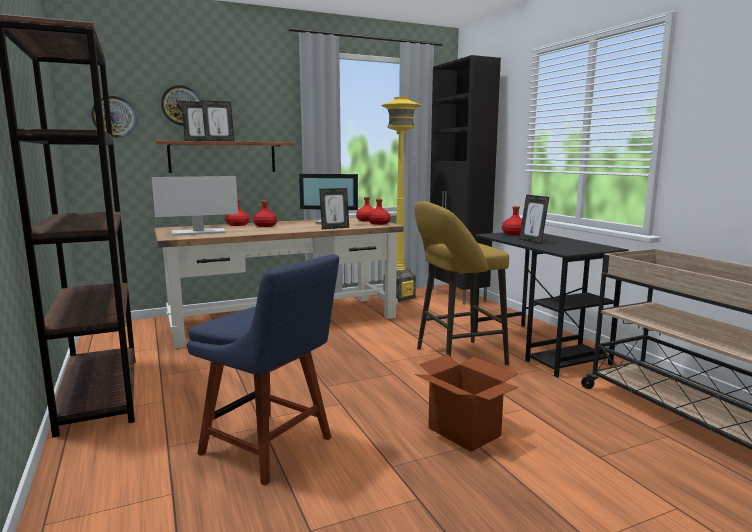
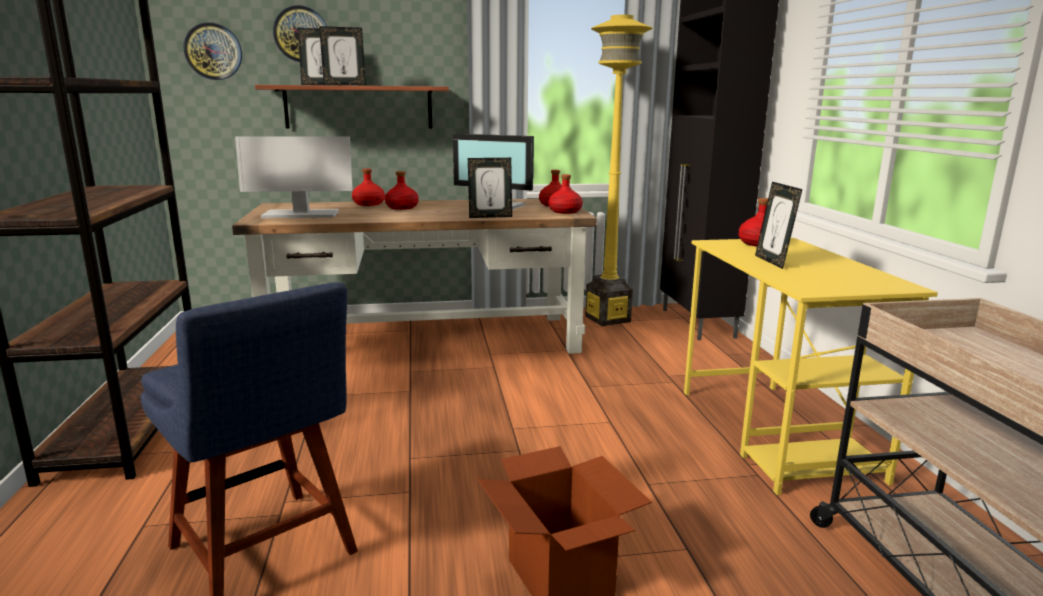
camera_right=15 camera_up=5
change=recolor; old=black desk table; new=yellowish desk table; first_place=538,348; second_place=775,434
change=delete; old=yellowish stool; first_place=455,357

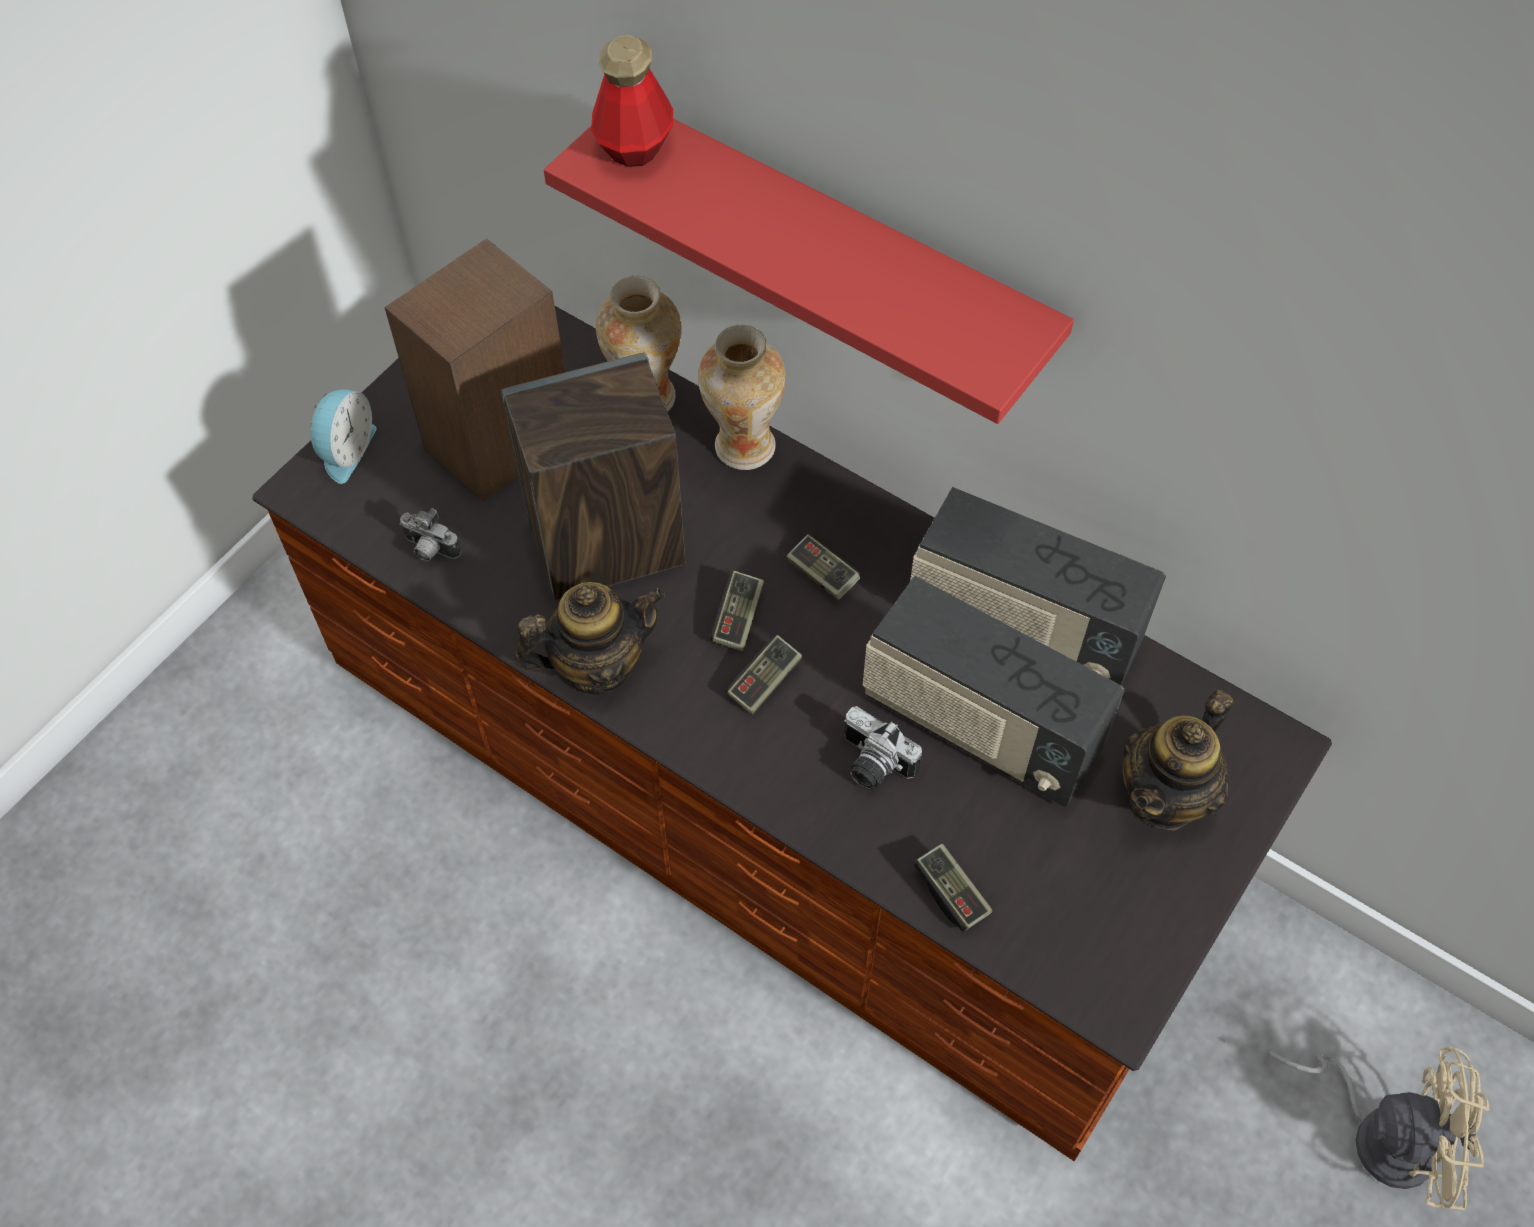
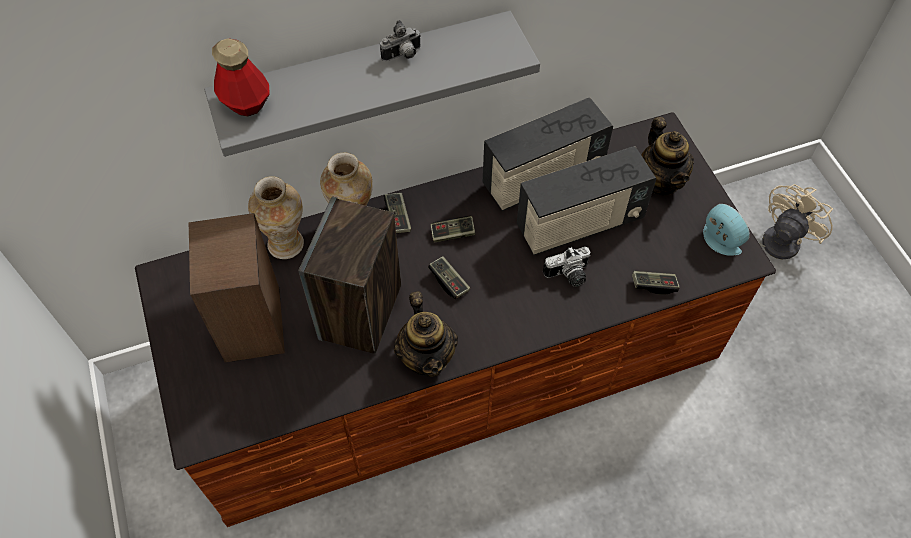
camera_right=-55 camera_up=0
change=recolor; old=red bracket shelf; new=grey bracket shelf; first_place=836,253; second_place=365,78
change=move; old=photo camera; first_place=429,550; second_place=403,55
change=move; old=gamepad; first_place=764,682; second_place=397,217
change=rotate; old=pot for tea; first_place=596,665; second_place=427,357; degrees=150
change=move; old=table clock; first_place=345,450; second_place=718,241

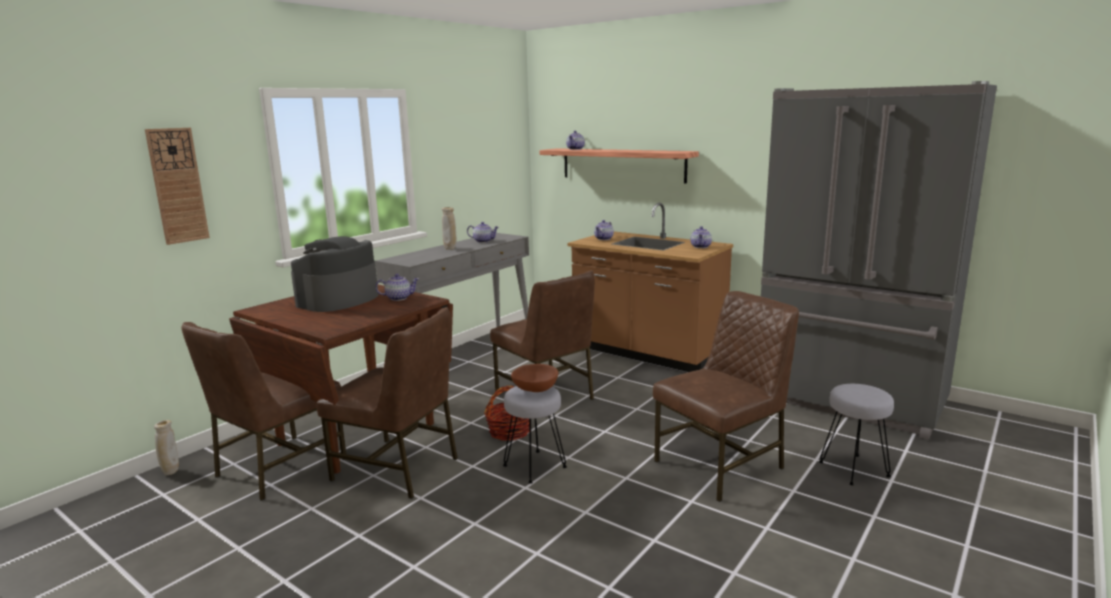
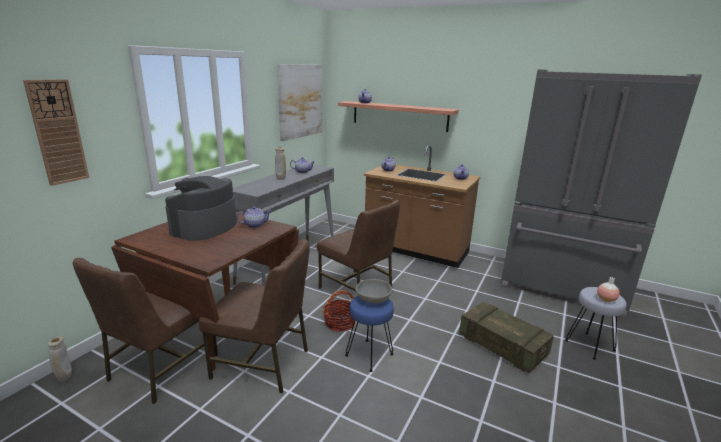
camera_right=-10 camera_up=5
change=insert; new=picture; second_place=300,101
change=recolor; old=grey stool; new=blue stool; first_place=535,467; second_place=369,355
change=recolor; old=brownish serving bowl; new=grey serving bowl; first_place=534,389; second_place=372,300
change=replace; old=brownish upright chair; new=packing crate; first_place=722,465; second_place=502,346
change=insert; new=flower vase; second_place=606,299

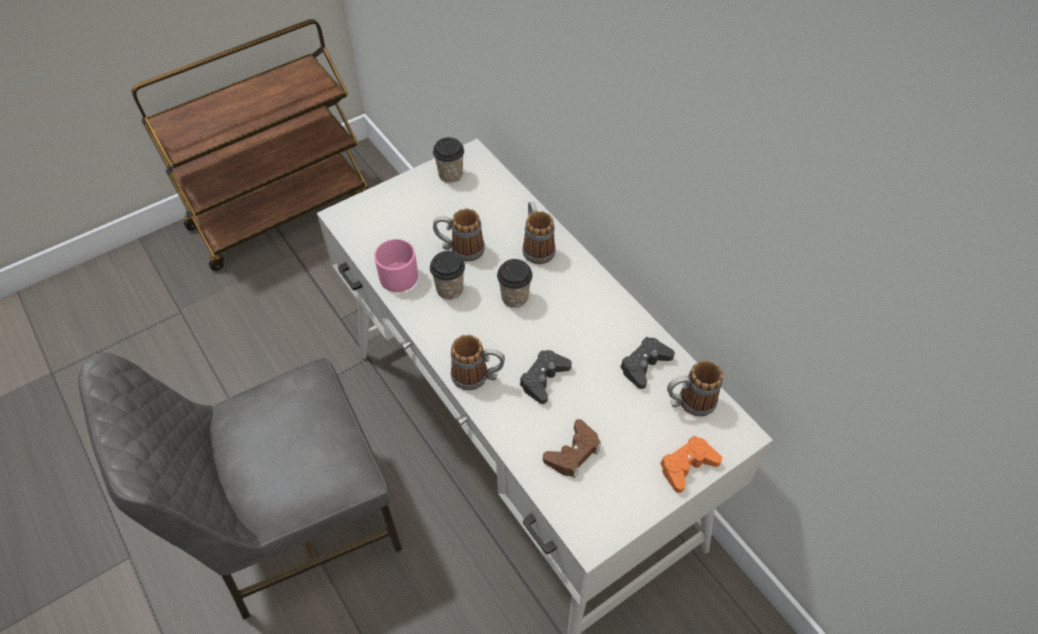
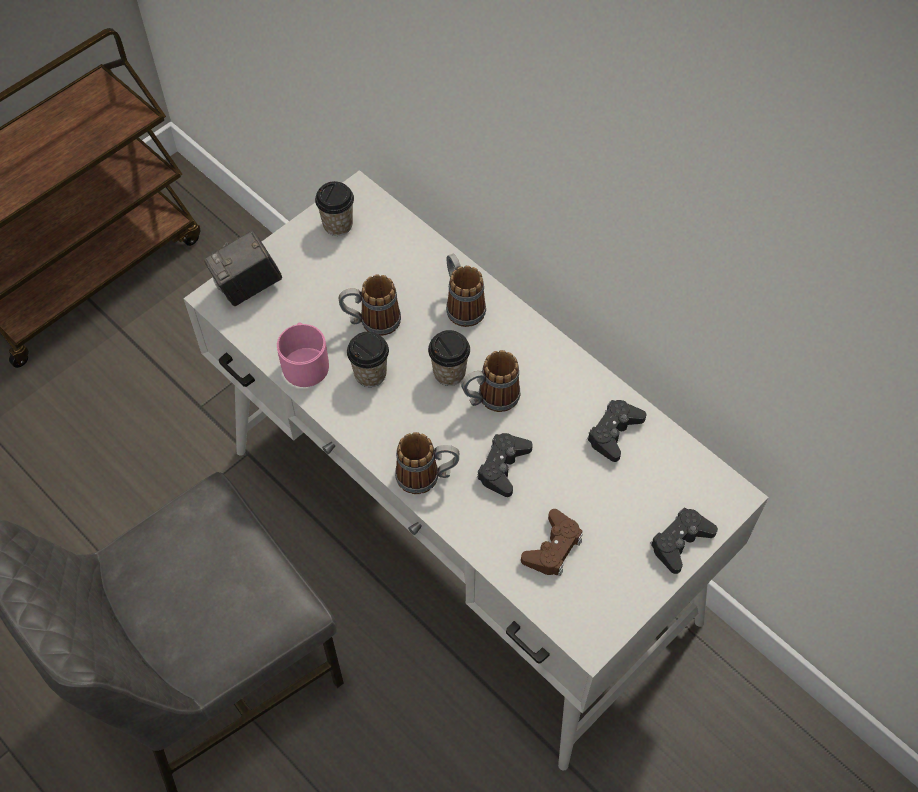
camera_right=-10 camera_up=5
change=insert; new=photo camera; second_place=248,287
change=move; old=coffee mug; first_place=689,403; second_place=490,399
change=recolor; old=orangey gamepad; new=black gamepad; first_place=687,466; second_place=680,542

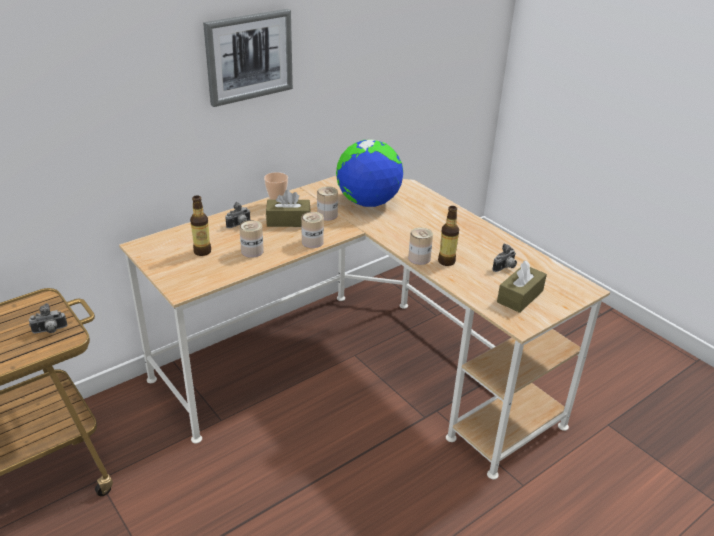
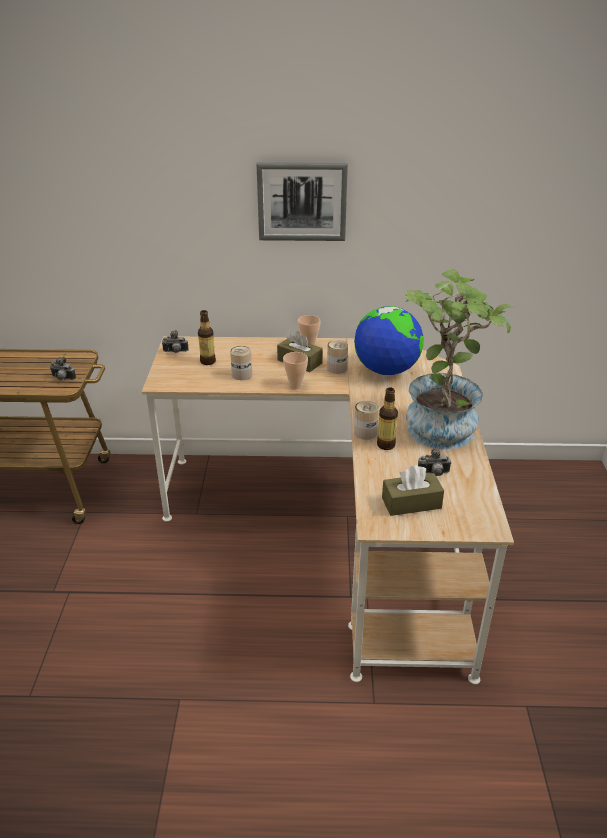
camera_right=40 camera_up=0
change=move; old=photo camera; first_place=240,225; second_place=175,352
change=replace; old=can; new=cup; first_place=312,242; second_place=295,385
change=insert; new=plant in a pot; second_place=442,423

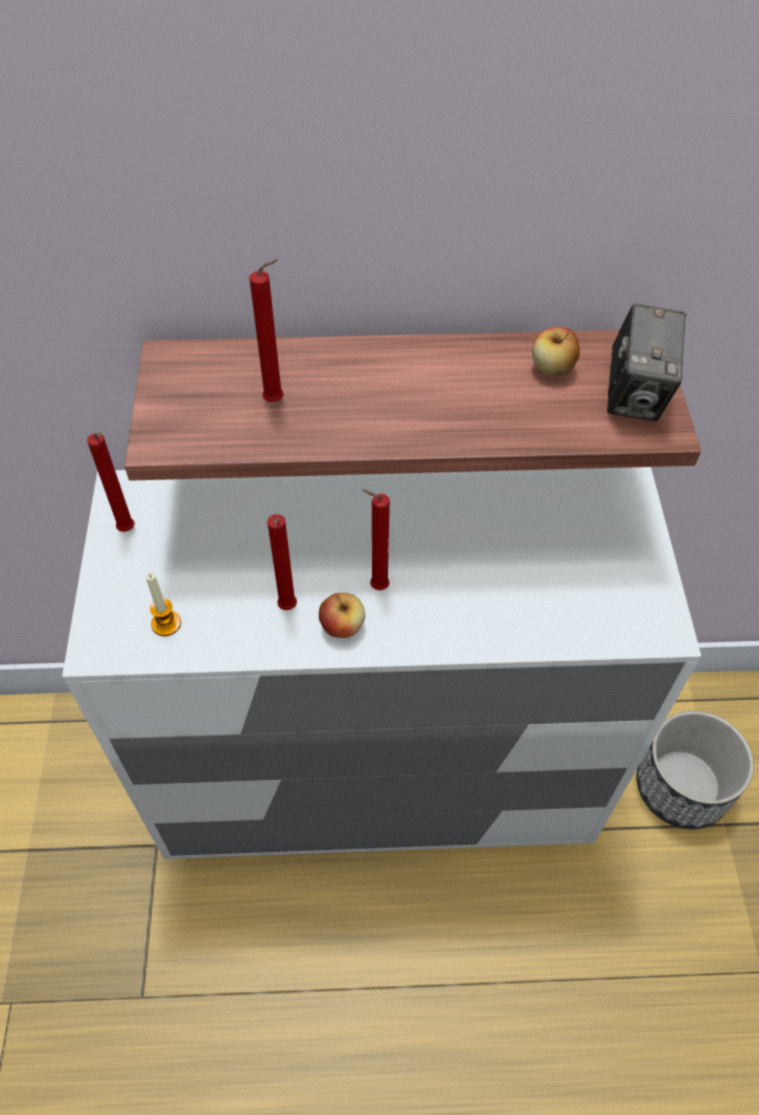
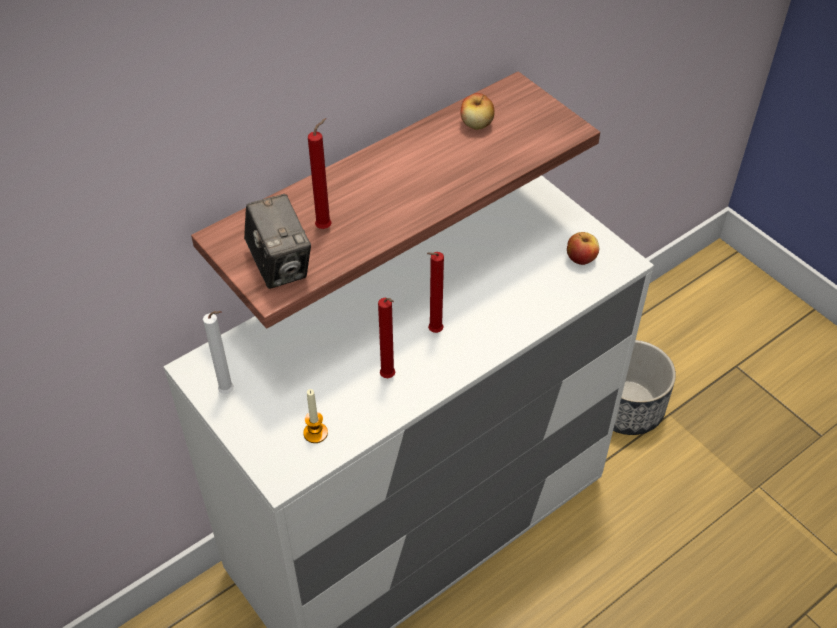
camera_right=-35 camera_up=-5
change=recolor; old=red candle; new=white candle; first_place=128,531; second_place=229,392
change=move; old=photo camera; first_place=635,396; second_place=280,266
change=move; old=whole apple; first_place=342,626; second_place=580,258

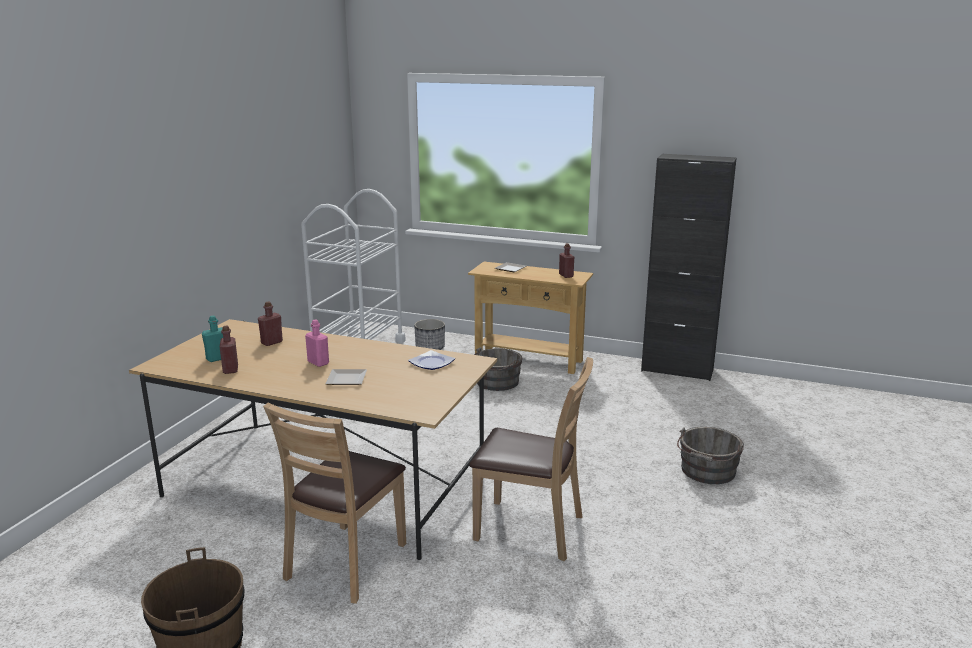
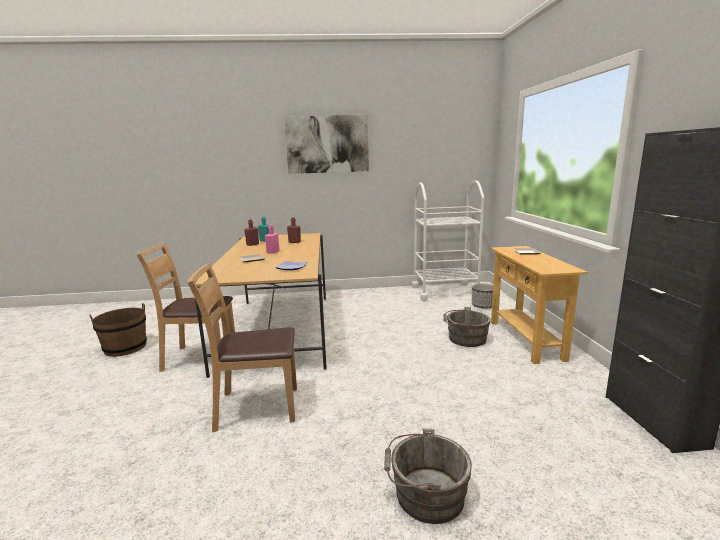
camera_right=65 camera_up=-5
change=rotate; old=brownish upright chair; first_place=530,529; second_place=256,407; degrees=90
change=insert; new=picture; second_place=327,144
change=delete; old=red bottle; first_place=566,275

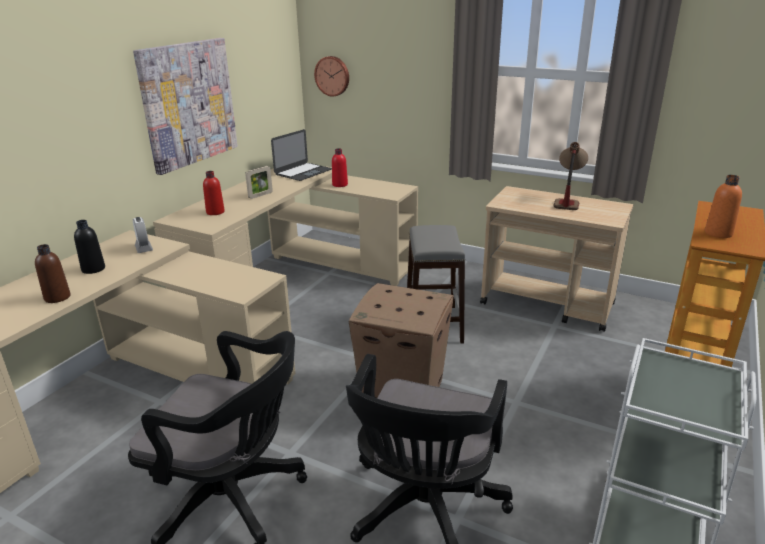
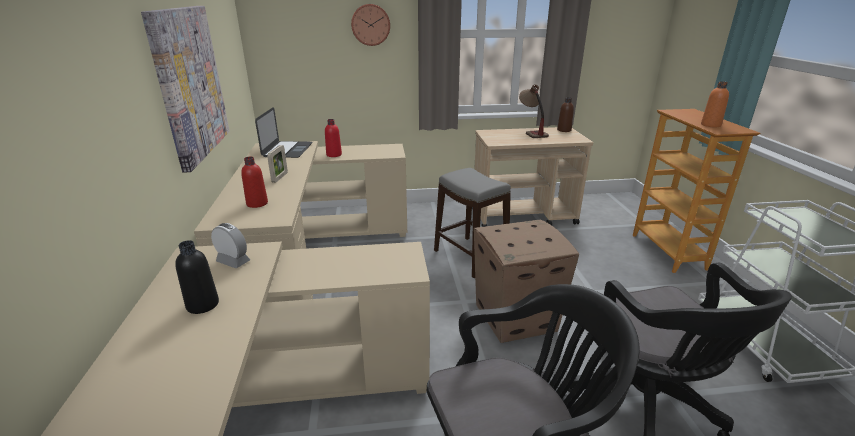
camera_right=-35 camera_up=0
change=move; old=clock on the wall; first_place=332,76; second_place=370,25
change=move; old=brownish bottle; first_place=57,297; second_place=564,130

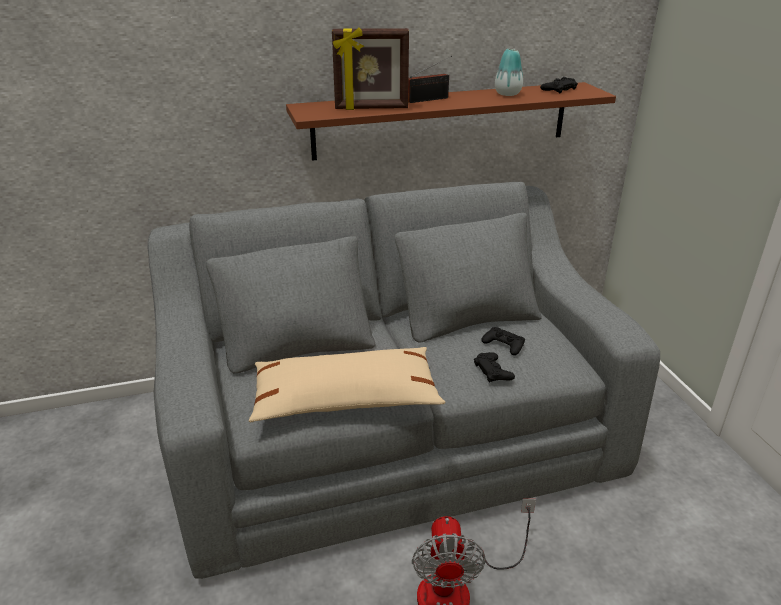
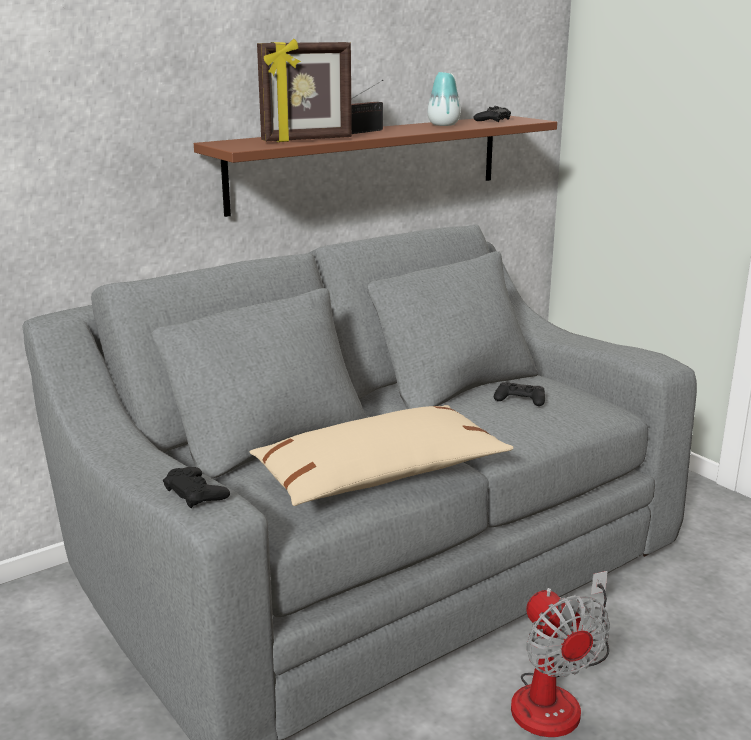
camera_right=-20 camera_up=-10
change=move; old=black gamepad; first_place=493,371; second_place=196,493

